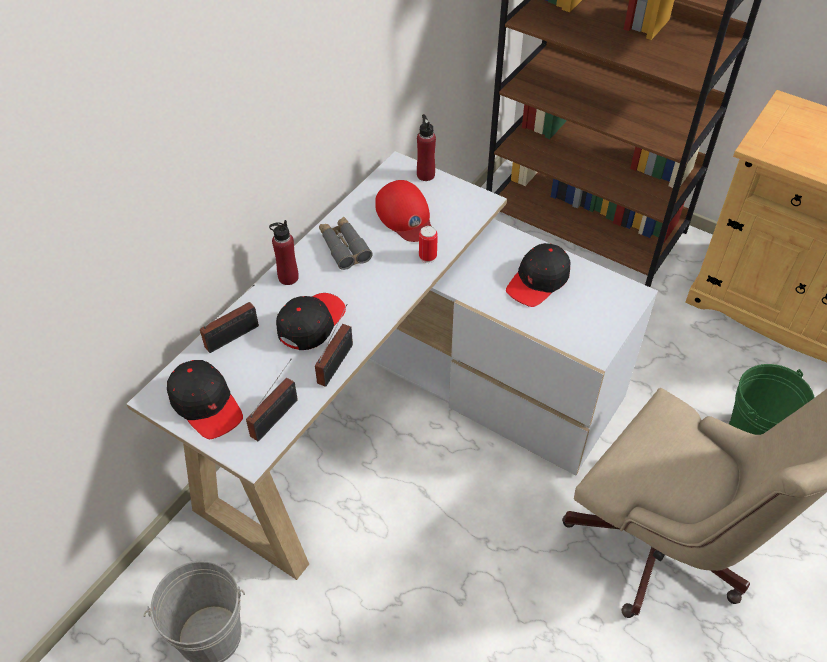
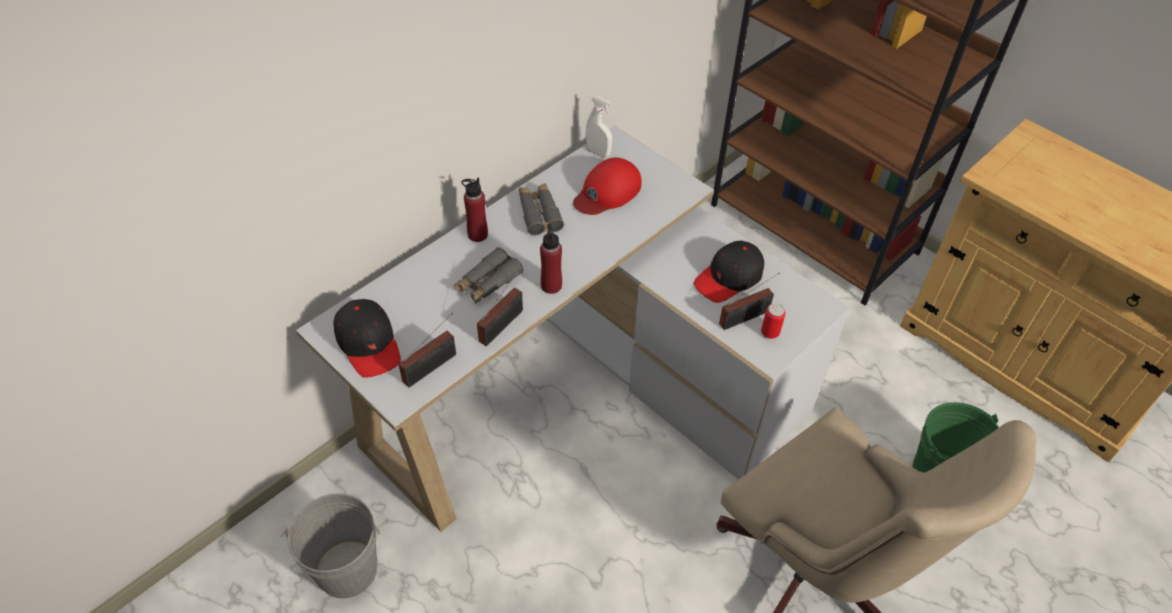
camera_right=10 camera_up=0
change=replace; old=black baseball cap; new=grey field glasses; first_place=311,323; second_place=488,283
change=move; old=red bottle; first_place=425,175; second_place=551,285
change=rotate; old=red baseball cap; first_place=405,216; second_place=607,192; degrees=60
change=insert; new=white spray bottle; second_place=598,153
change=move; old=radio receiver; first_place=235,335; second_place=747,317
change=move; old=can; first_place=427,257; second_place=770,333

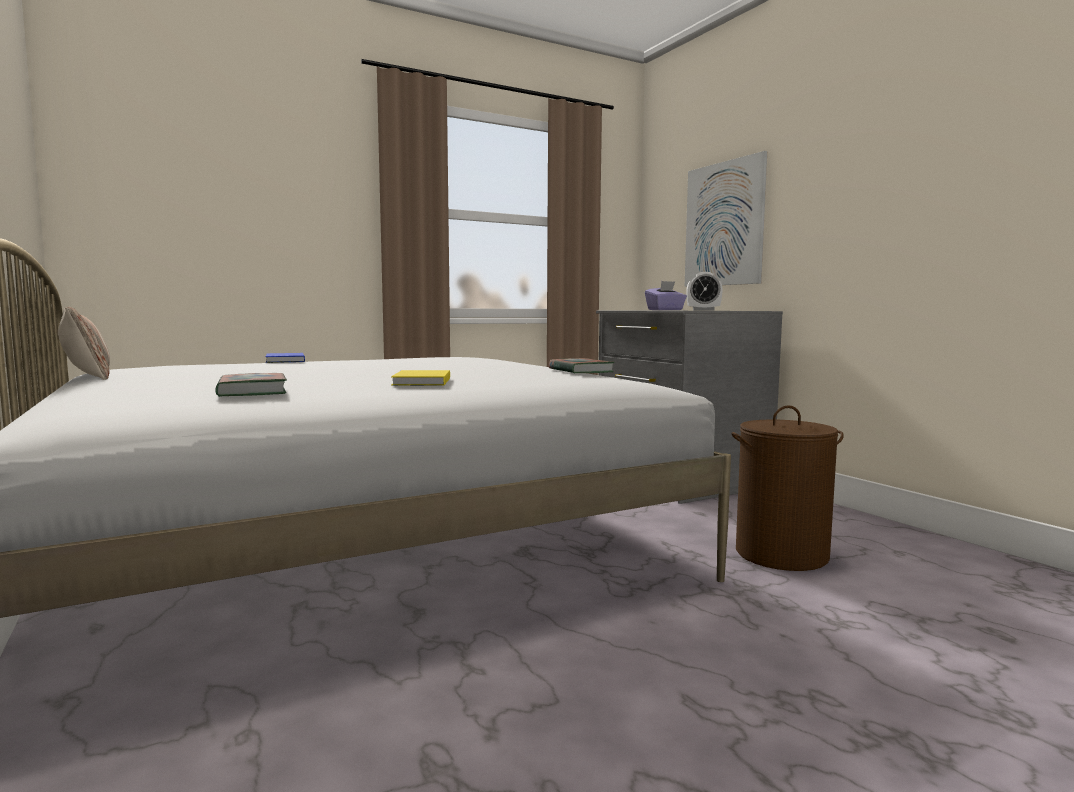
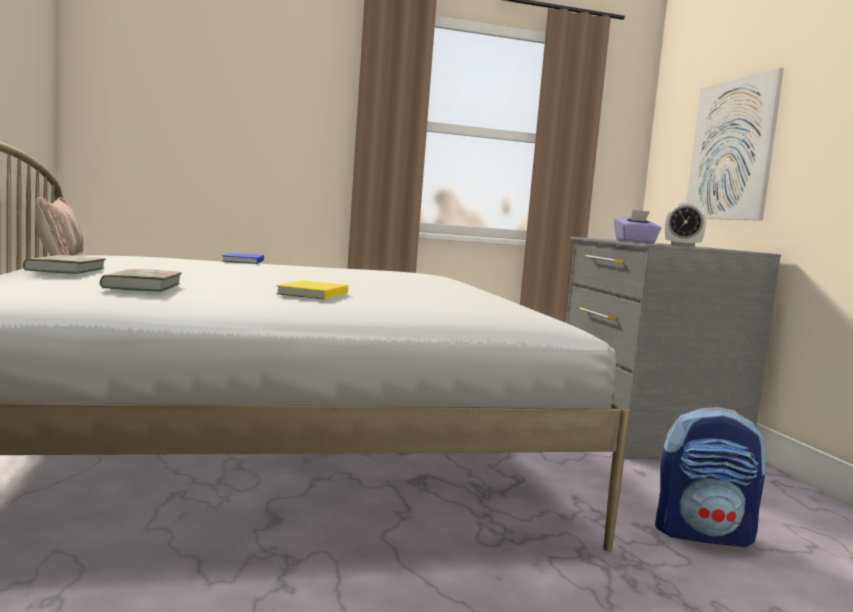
camera_right=15 camera_up=0
change=move; old=bound book; first_place=580,371; second_place=66,270
change=replace; old=brownish washing basket; new=knapsack; first_place=782,554; second_place=703,534

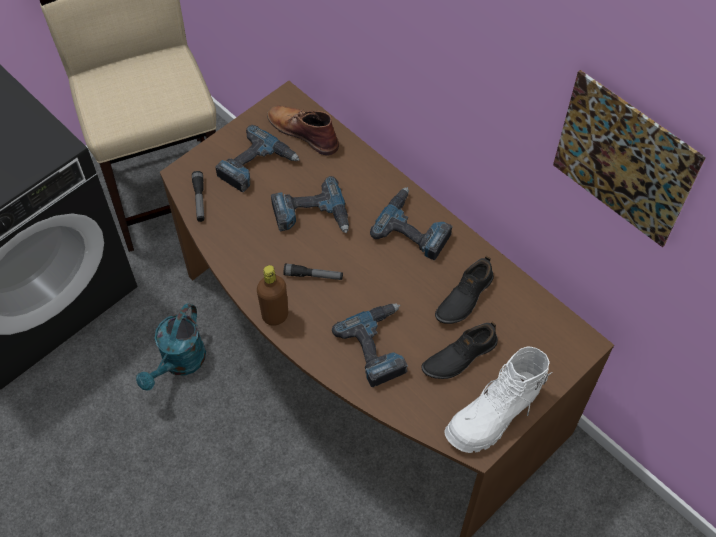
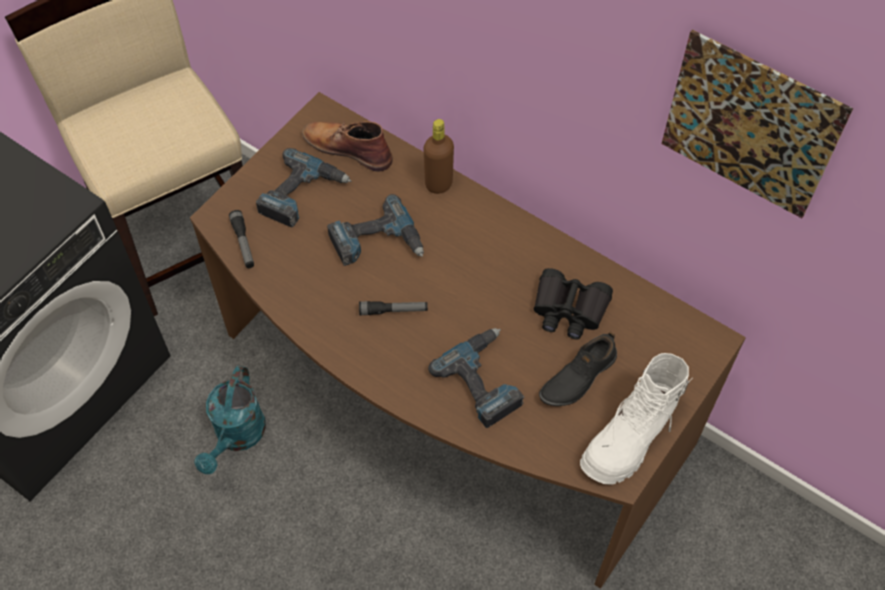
camera_right=-10 camera_up=0
change=move; old=brownish bottle; first_place=275,315; second_place=438,184
change=replace; old=black item of footwear; new=black field glasses; first_place=464,297; second_place=569,309
change=delete; old=electric drill; first_place=414,228

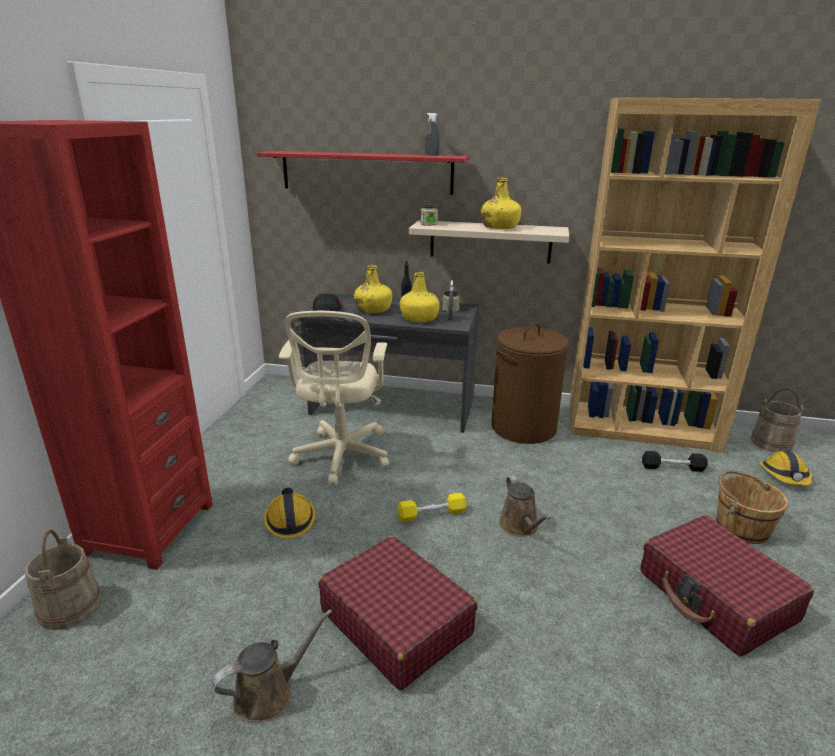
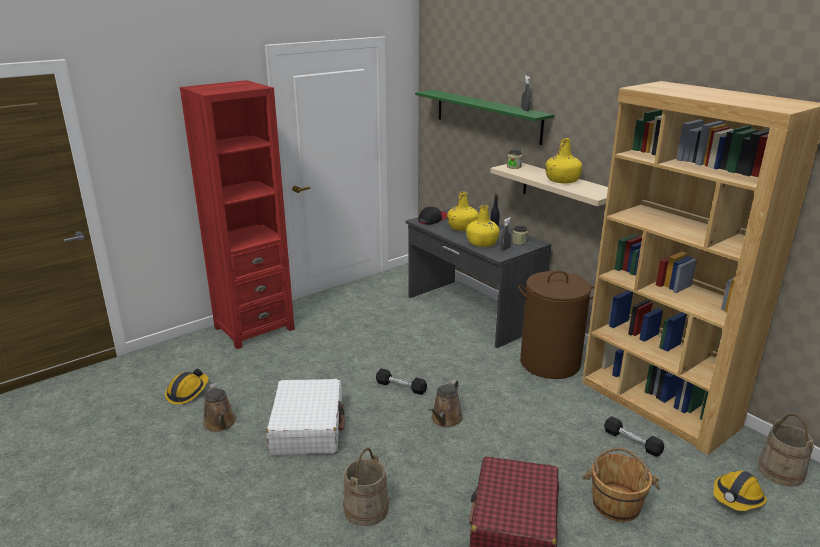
camera_right=40 camera_up=0
change=move; old=hard hat; first_place=290,519; second_place=187,392
change=rotate; old=brownish watering can; first_place=269,693; second_place=220,424; degrees=60
change=recolor; old=red piece of luggage; new=white piece of luggage; first_place=396,622; second_place=308,427
change=move; old=sand-coloured water bucket; first_place=69,607; second_place=365,508
change=recolor; old=yellowish hand weight; new=black hand weight; first_place=431,514; second_place=401,387
change=recolor; old=red bracket shelf; new=green-coloured bracket shelf; first_place=366,172; second_place=487,116
change=delete; old=sand-coloured desk chair; first_place=341,458

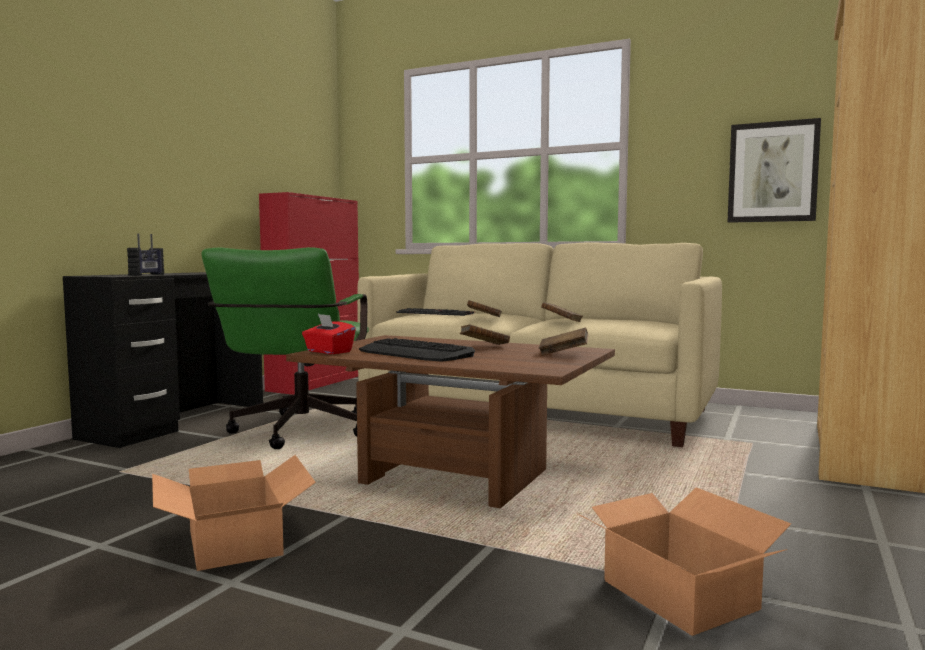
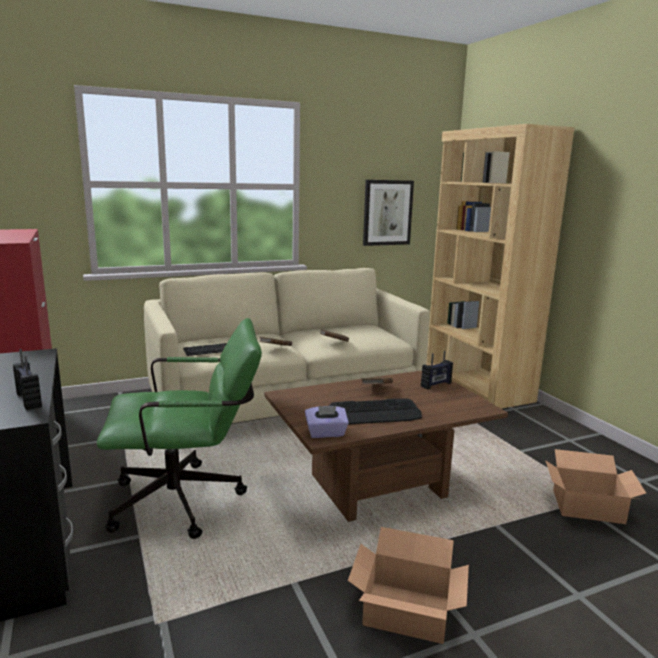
camera_right=-50 camera_up=10
change=rotate; old=green-coloured desk chair; first_place=297,434; second_place=188,500; degrees=-60
change=recolor; old=red tissue holder; new=purple tissue holder; first_place=328,352; second_place=326,433
change=replace; old=brownish bound book; new=radio receiver; first_place=563,354; second_place=436,385

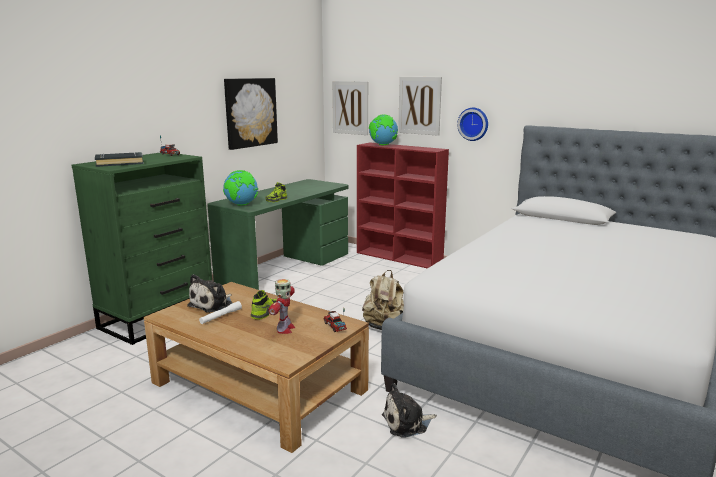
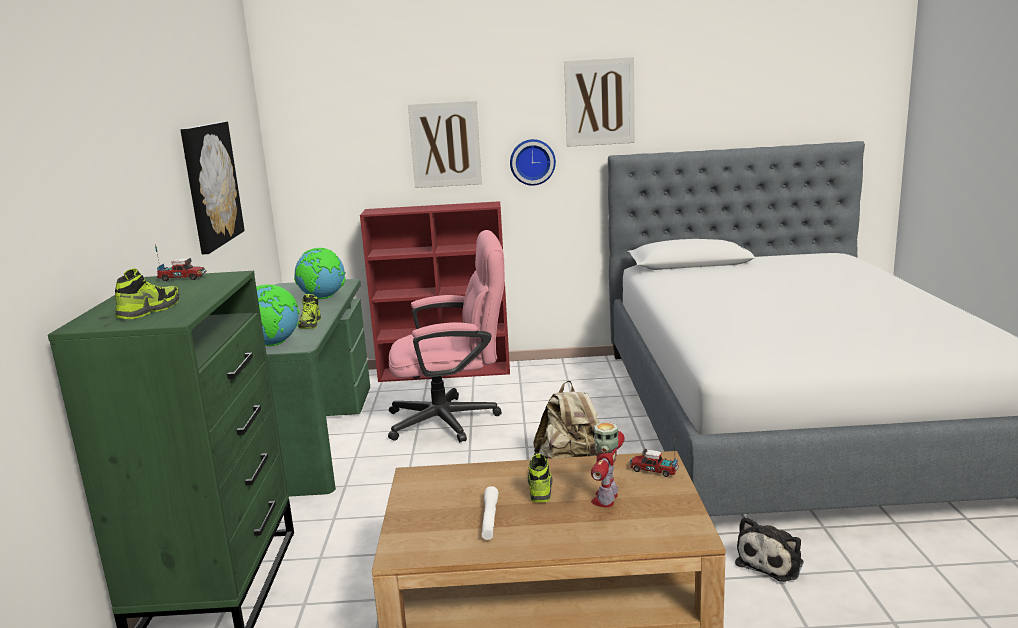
camera_right=-35 camera_up=0
change=replace; old=black bound book; new=item of footwear; first_place=120,163; second_place=149,310
change=move; old=desk globe; first_place=383,145; second_place=323,298
change=insert; new=pink-coloured desk chair; second_place=454,420
change=move; old=picture; first_place=350,107; second_place=599,102
change=rotate; old=robot figure; first_place=285,329; second_place=606,499; degrees=-135
change=delete; old=plush toy; first_place=212,304

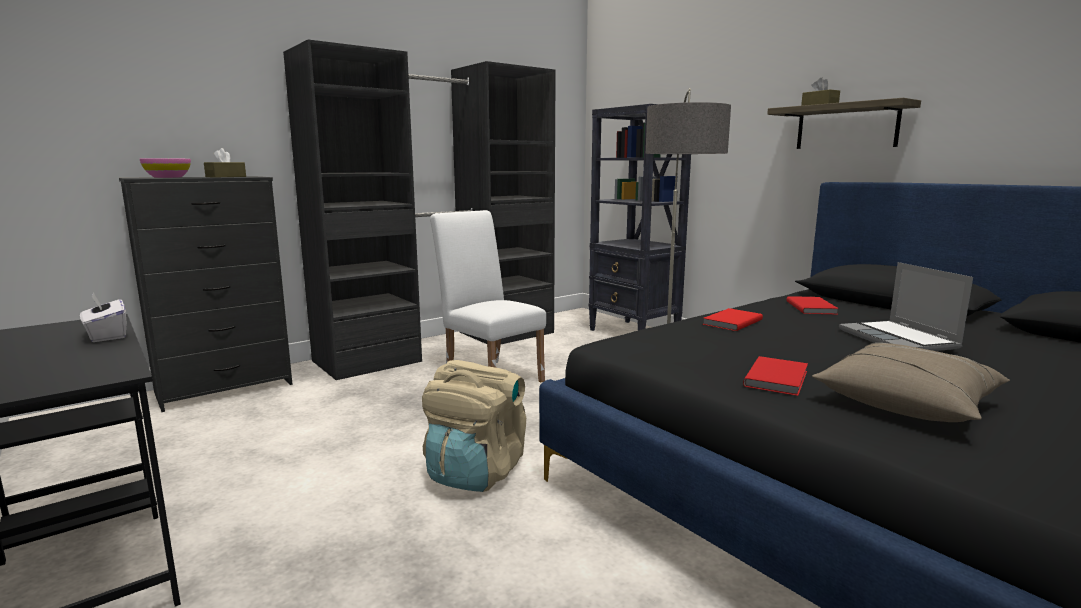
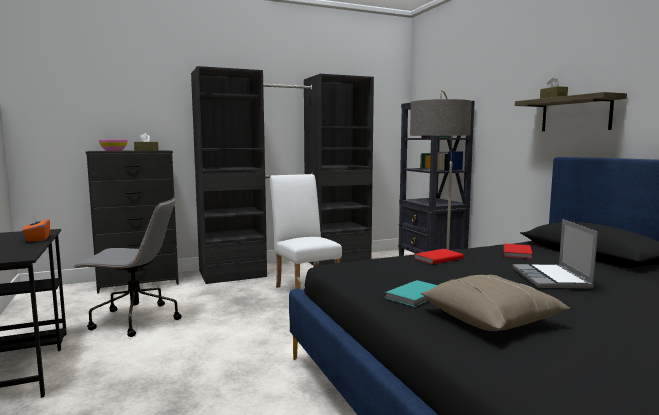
camera_right=15 camera_up=-5
change=recolor; old=white tissue holder; new=orangey tissue holder; first_place=106,336; second_place=37,239
change=insert; new=grey desk chair; second_place=134,320
change=recolor; old=red bound book; new=turquoise-coloured bound book; first_place=778,378; second_place=416,295
change=delete; old=sand-coloured knapsack; first_place=475,472

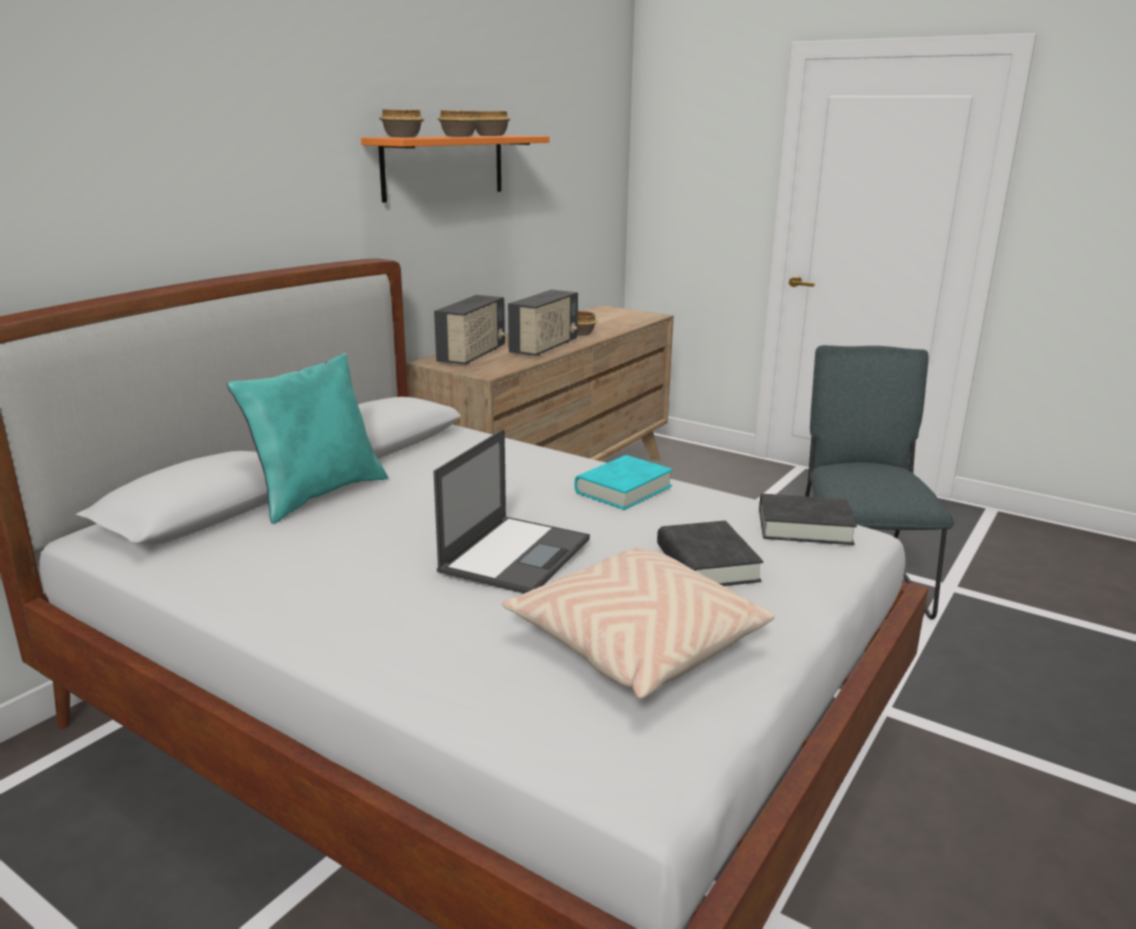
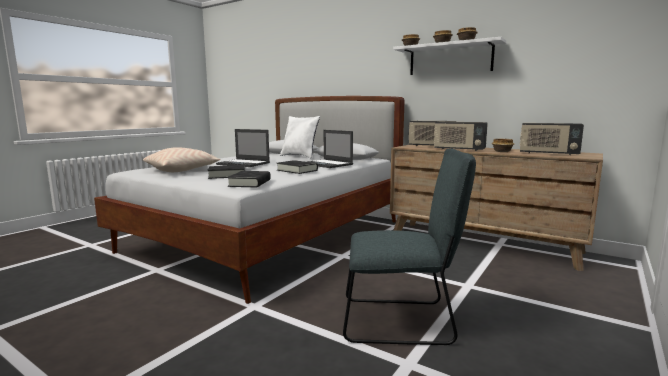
camera_right=90 camera_up=-10
change=recolor; old=turquoise-coloured bound book; new=black bound book; first_place=623,489; second_place=297,170
change=recolor; old=turquoise-coloured cushion; new=white cushion; first_place=318,494; second_place=300,156
change=insert; new=portable computer; second_place=327,164
change=recolor; old=orangey bracket shelf; new=white bracket shelf; first_place=444,166; second_place=450,59
change=insert; new=radio receiver; second_place=548,153

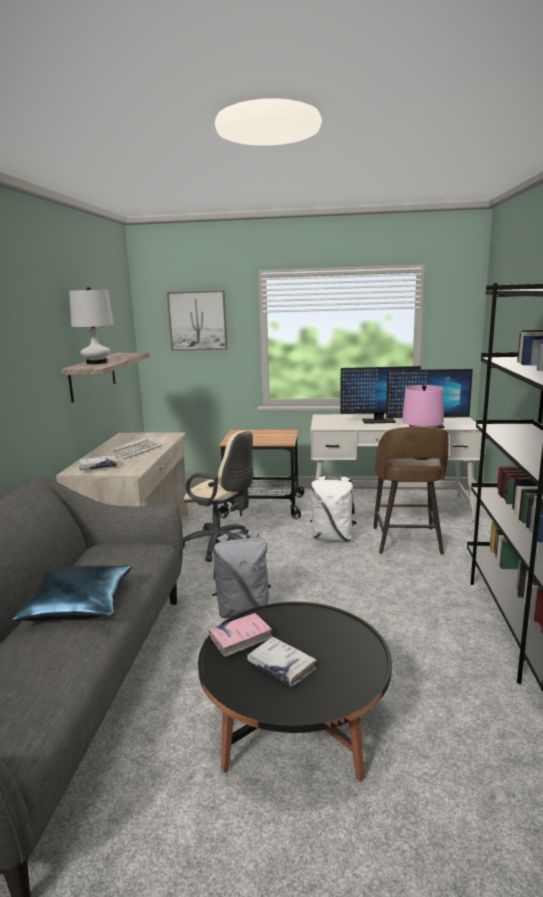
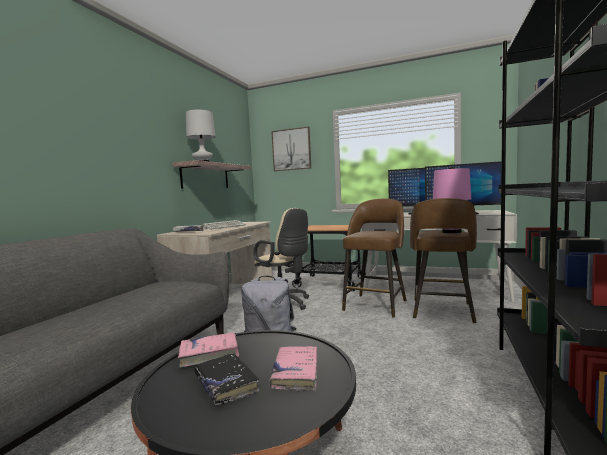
camera_right=15 camera_up=-10
change=recolor; old=white bound book; new=black bound book; first_place=281,667; second_place=226,385
change=insert; new=pink-coloured bound book; second_place=296,373
change=replace; old=white knapsack; new=brownish stool; first_place=333,537; second_place=376,305
change=delete; old=blue cushion; first_place=79,604

